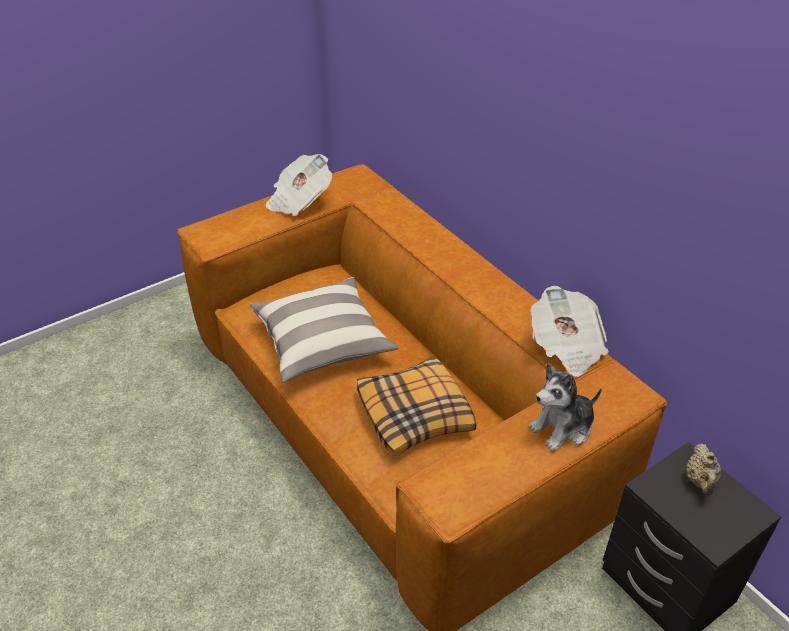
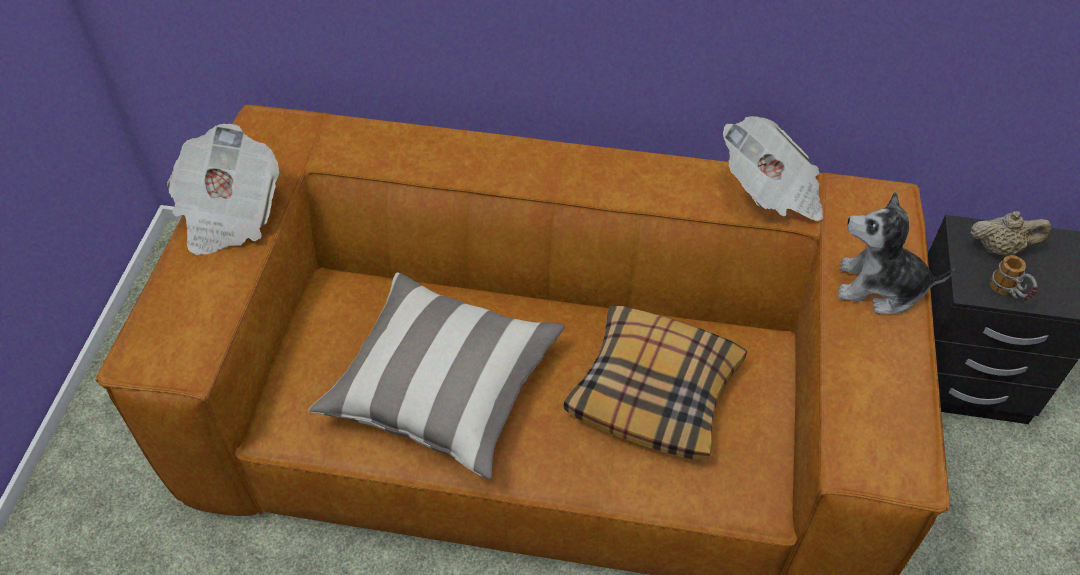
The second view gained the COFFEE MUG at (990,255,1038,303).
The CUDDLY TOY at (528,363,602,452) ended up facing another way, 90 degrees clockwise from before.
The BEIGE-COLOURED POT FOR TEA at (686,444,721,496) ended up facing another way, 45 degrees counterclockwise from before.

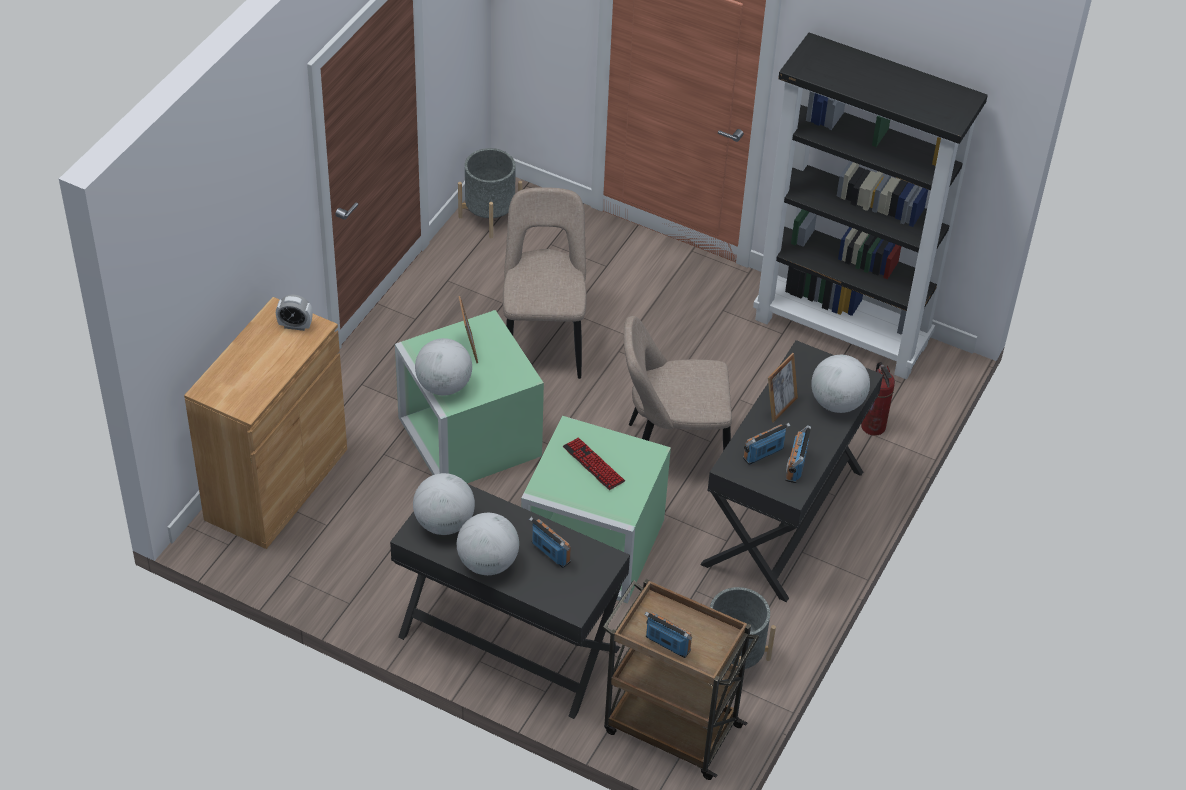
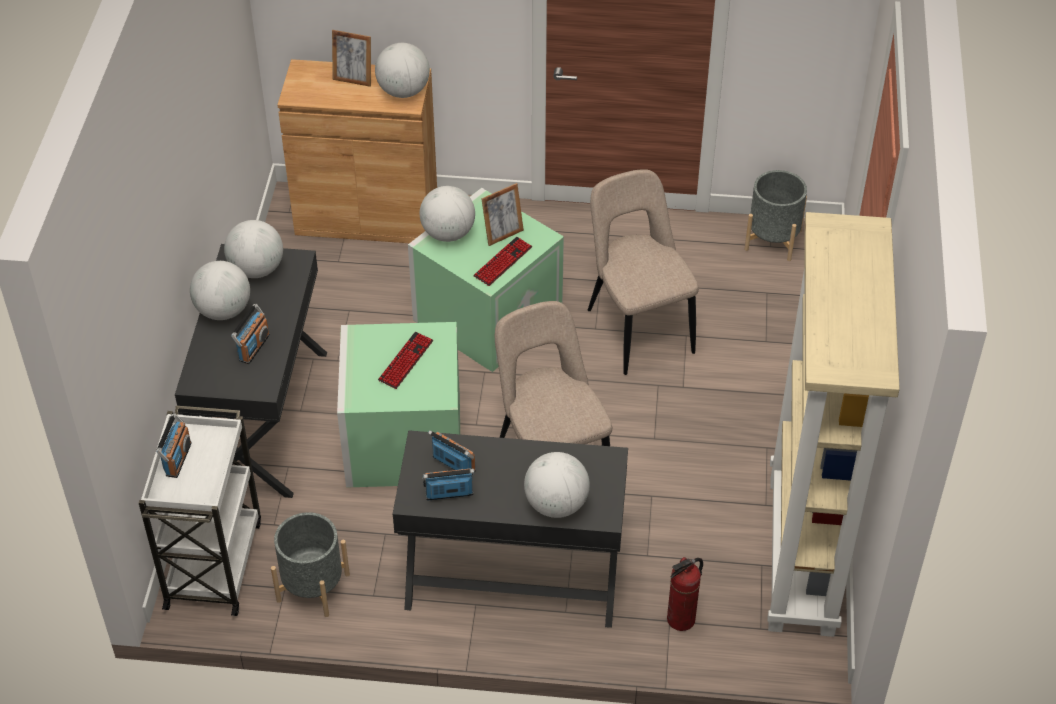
The second view gained the KEYBOARD at (473,237,532,286).
The PHOTO FRAME ended up elsewhere, having gone from (768,353,798,423) to (332,30,371,87).
Where the ALARM CLOCK stood at (276,295,313,331), the DESK GLOBE came to stand at (375,43,430,98).
What was the BROWNISH TROLLEY at (602,578,759,780) turned into the WHITISH TROLLEY at (139,406,261,616).
What was the BLACK BOOKCASE at (753,32,988,379) turned into the BEIGE-COLOURED BOOKCASE at (768,212,900,637).
The BEIGE-COLOURED UPRIGHT CHAIR at (503,187,587,379) ended up facing another way, 90 degrees counterclockwise from before.

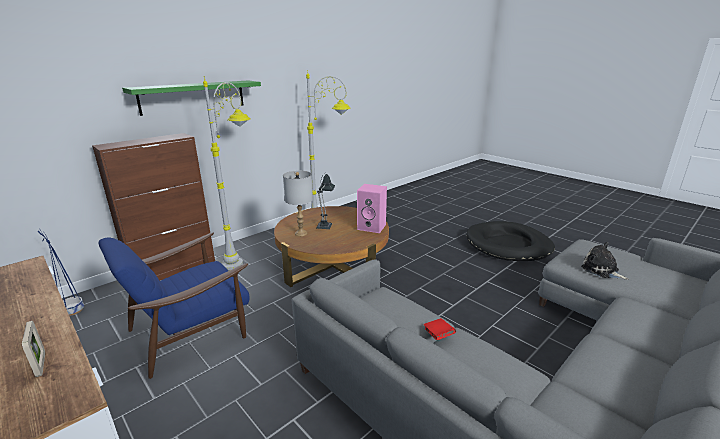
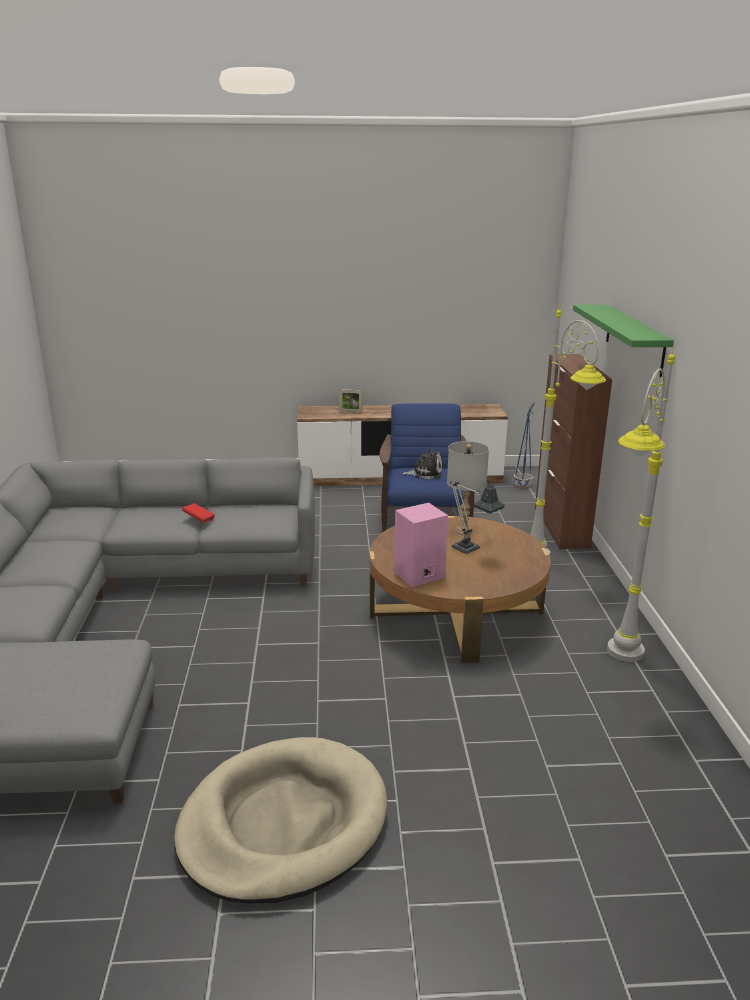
The CUDDLY TOY ended up elsewhere, having gone from (581,242,629,280) to (402,448,442,479).
What was the BLACK DOG BED at (466,221,555,261) turned into the BEIGE-COLOURED DOG BED at (174,737,387,904).

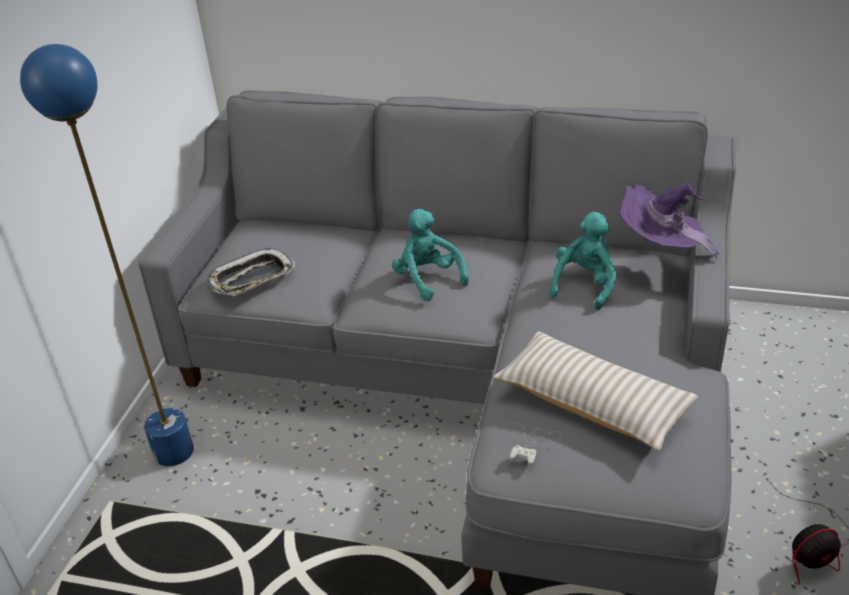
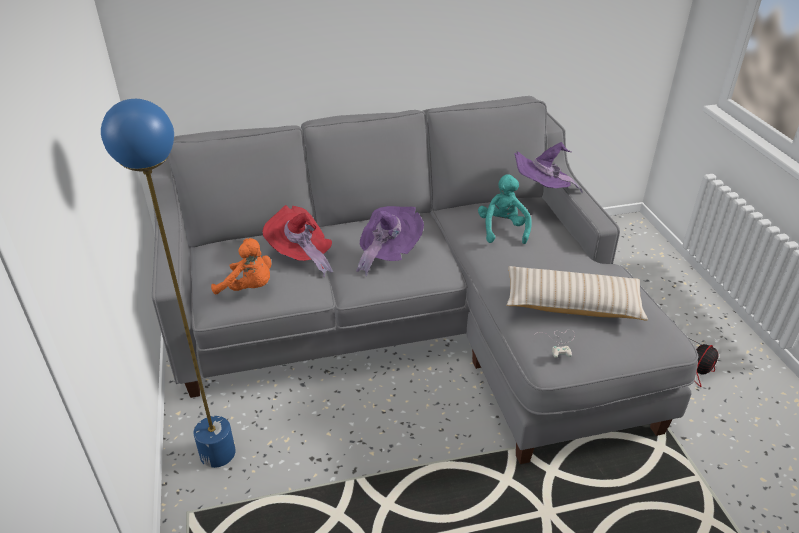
The second view gained the RED-COLOURED WEARABLE HAT at (262,205,333,278).
Where the SERVING TRAY stood at (207,248,295,296), the ORANGEY CUDDLY TOY came to stand at (211,238,272,294).
Where the BLUE-GREEN CUDDLY TOY stood at (392,209,469,301), the PURPLISH WEARABLE HAT came to stand at (356,206,424,276).

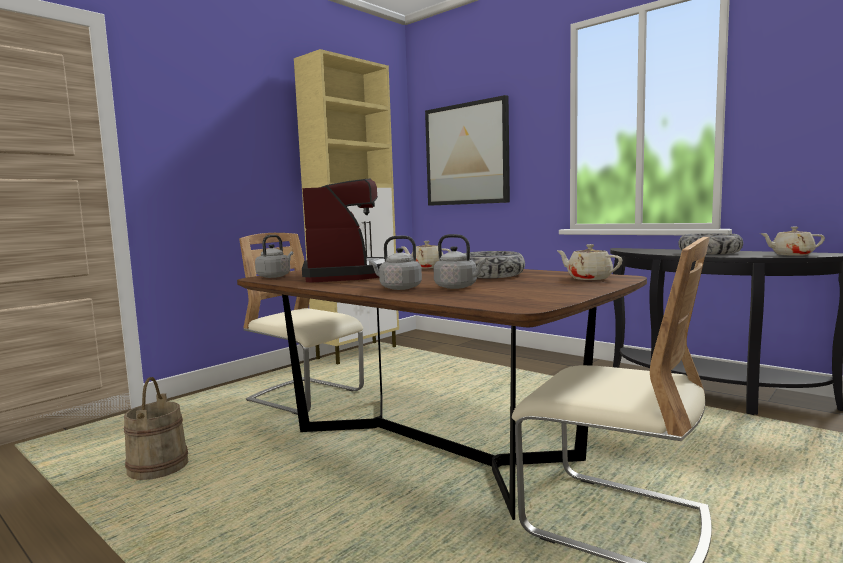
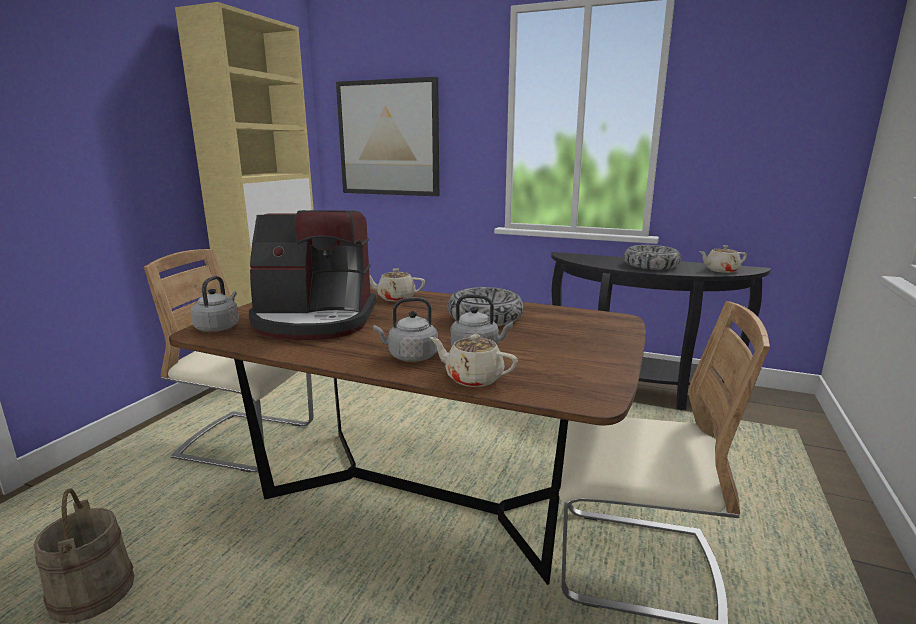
The BEIGE-COLOURED POT FOR TEA ended up elsewhere, having gone from (556,244,623,280) to (430,334,518,387).
The COFFEE MACHINE at (302,179,385,283) ended up facing another way, 120 degrees clockwise from before.

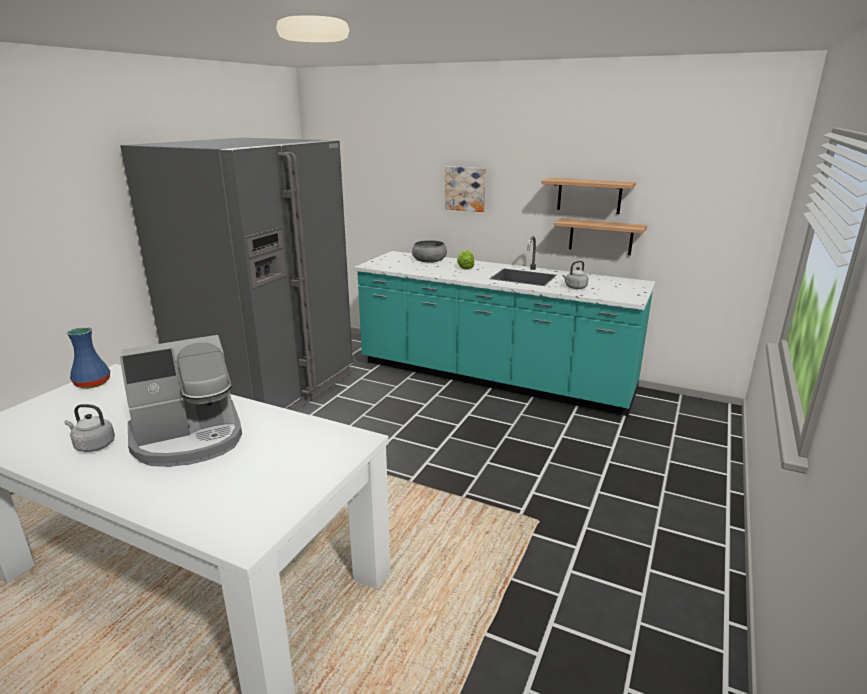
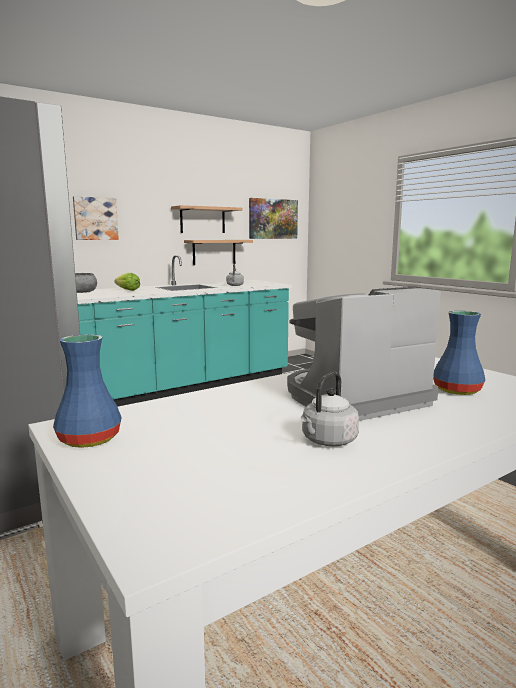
The second view gained the WALL PICTURE at (249,198,298,239).
The second view gained the BLUISH VASE at (433,311,485,395).
The COFFEE MACHINE at (120,335,242,467) ended up facing another way, 120 degrees counterclockwise from before.

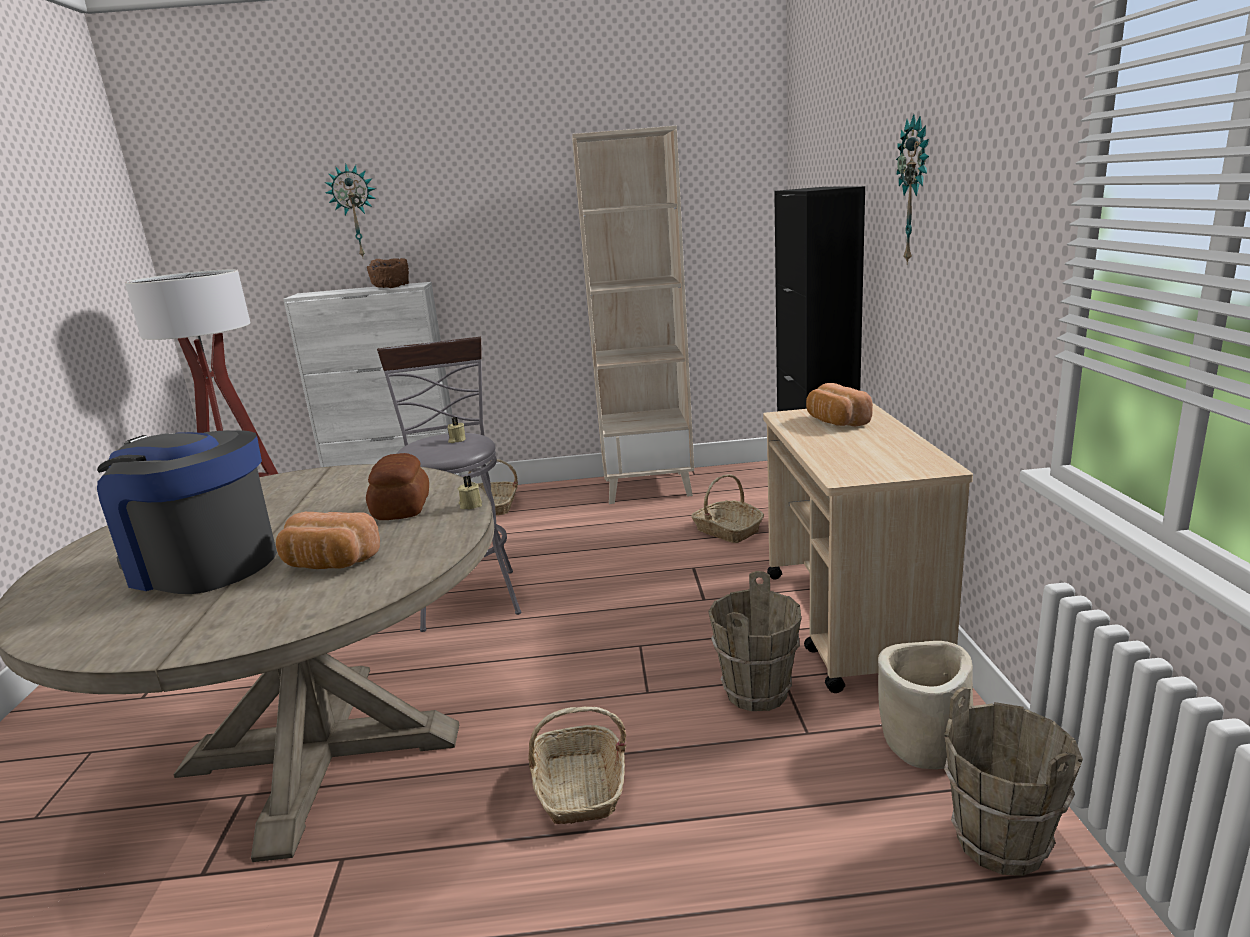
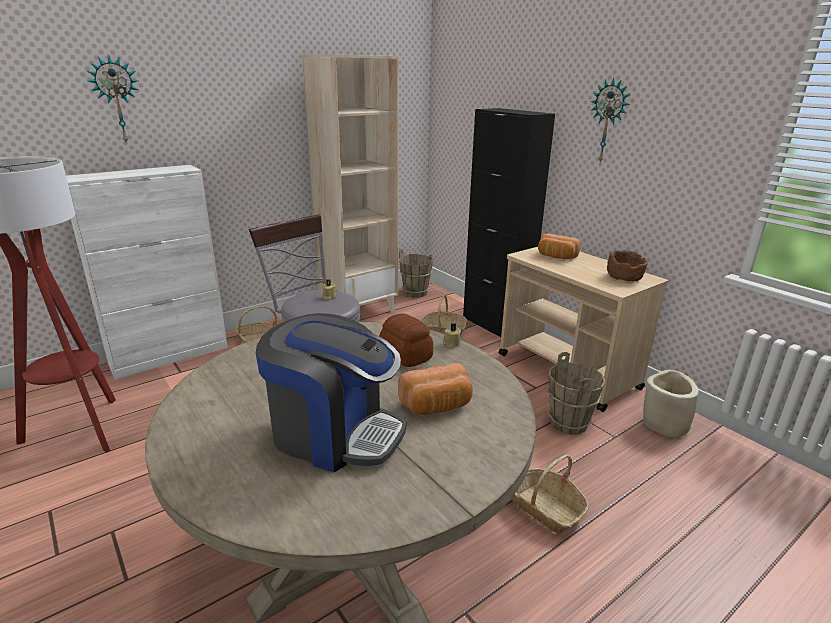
The BROWNISH SERVING BOWL ended up elsewhere, having gone from (367,258,409,288) to (607,250,648,281).
The BROWNISH BUCKET ended up elsewhere, having gone from (944,687,1083,876) to (399,249,434,298).
The COFFEE MACHINE at (97,430,277,594) ended up facing another way, 150 degrees counterclockwise from before.

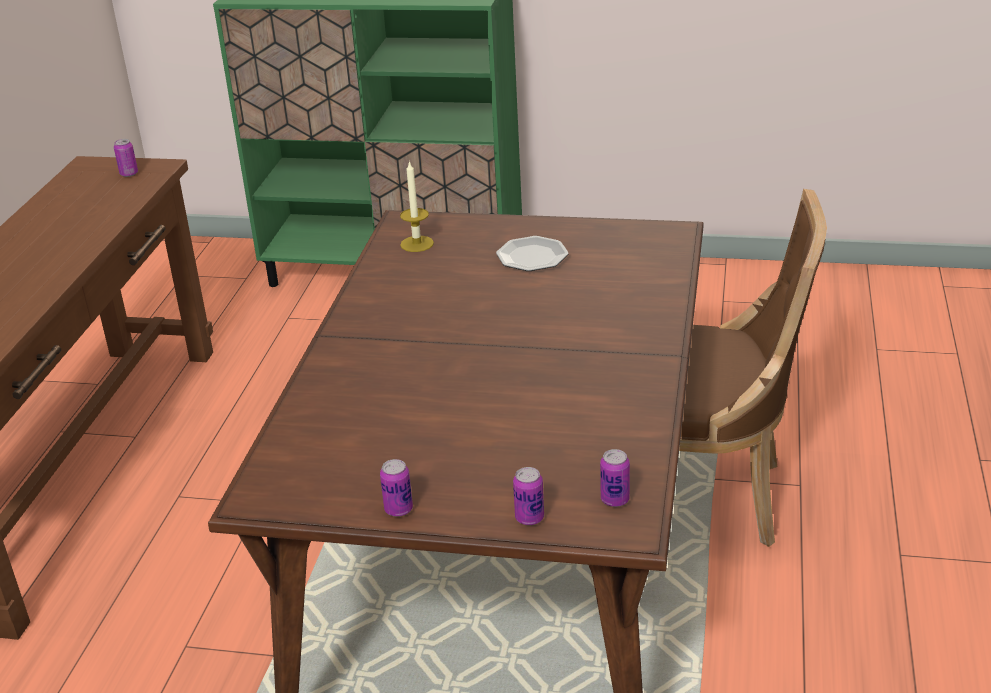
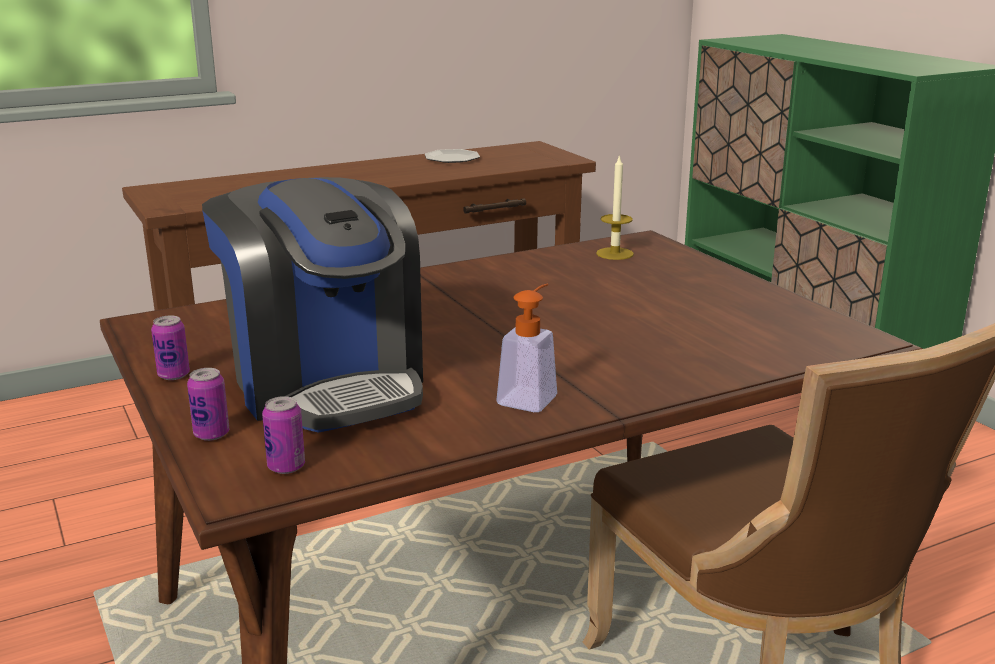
The second view lost the CAN at (114,139,138,177).
The second view gained the COFFEE MACHINE at (202,177,423,433).
The second view gained the SOAP DISPENSER at (496,283,557,412).
The PLATE ended up elsewhere, having gone from (496,236,569,271) to (425,149,480,163).

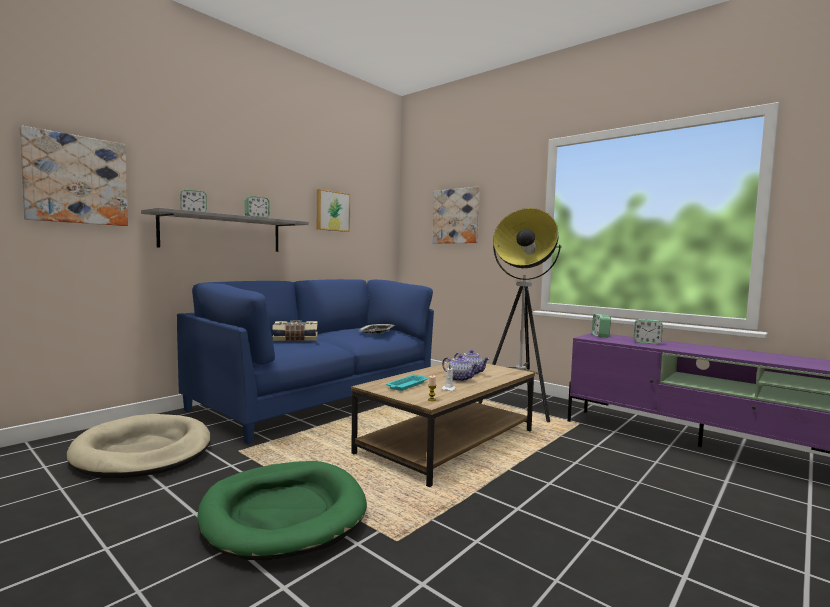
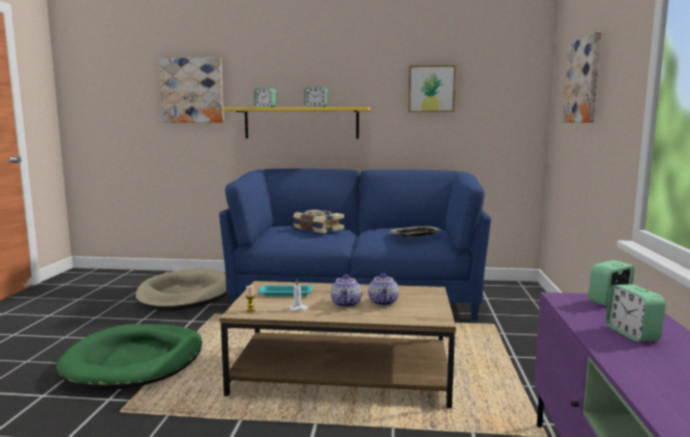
The second view lost the STANDING LAMP at (478,208,562,422).
What was the GREY SHELF at (141,207,309,252) turned into the YELLOWISH SHELF at (222,107,370,139).

